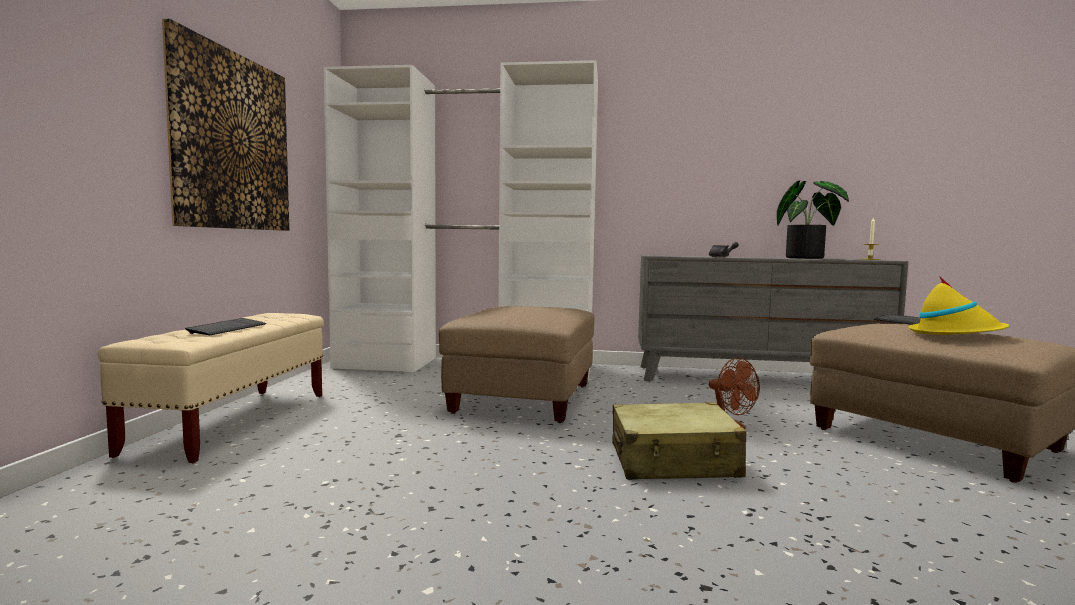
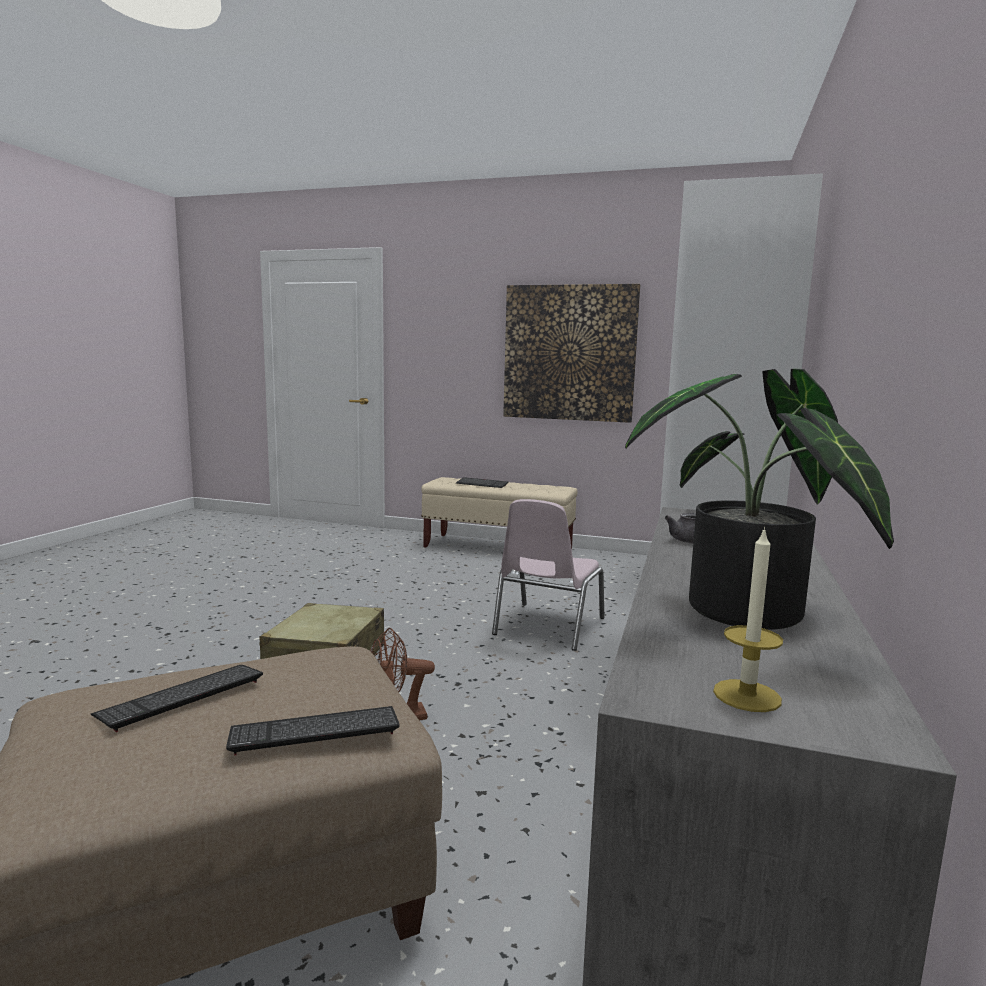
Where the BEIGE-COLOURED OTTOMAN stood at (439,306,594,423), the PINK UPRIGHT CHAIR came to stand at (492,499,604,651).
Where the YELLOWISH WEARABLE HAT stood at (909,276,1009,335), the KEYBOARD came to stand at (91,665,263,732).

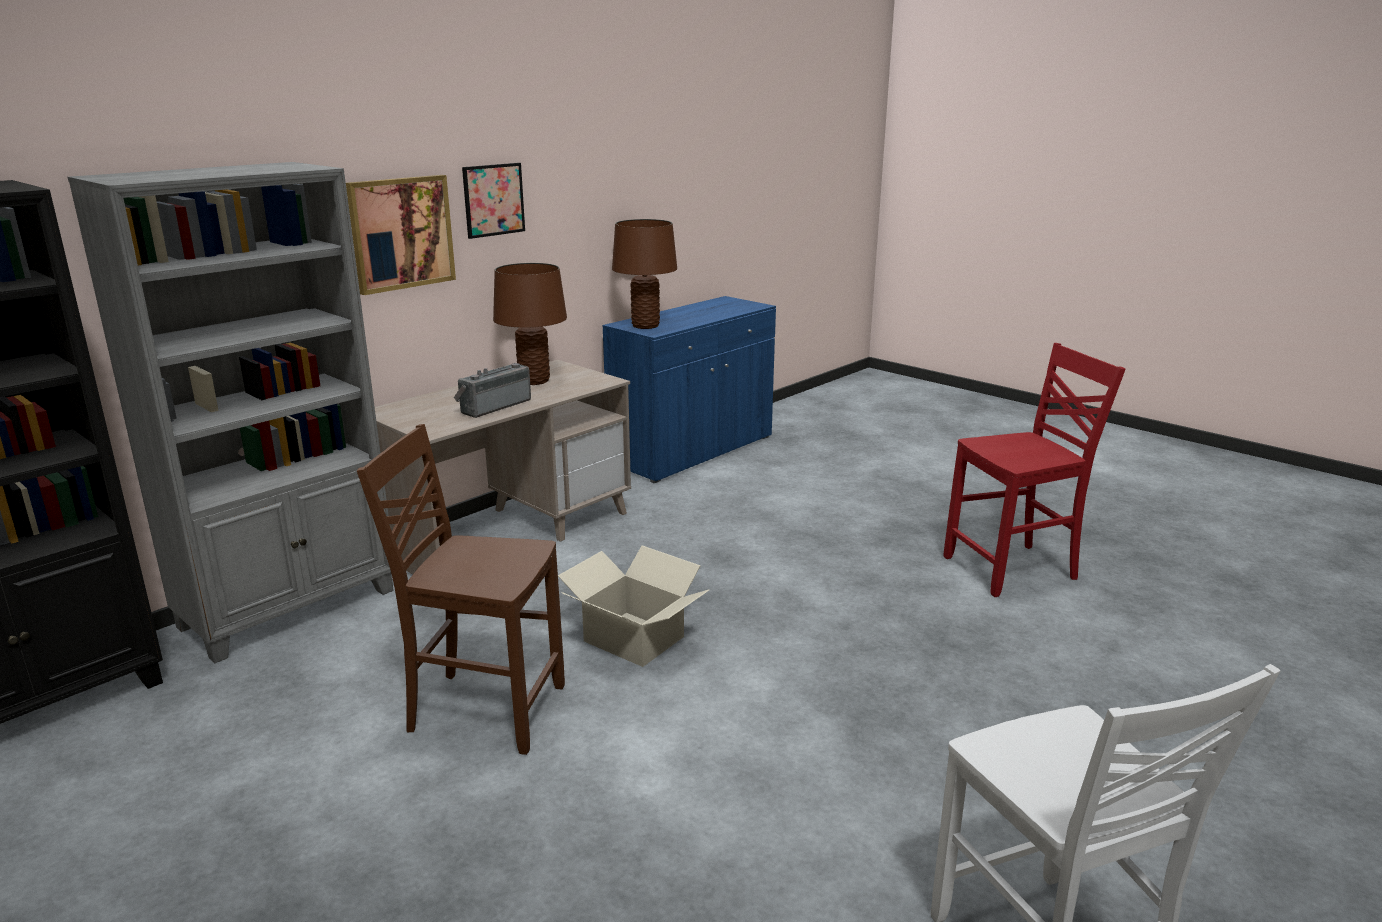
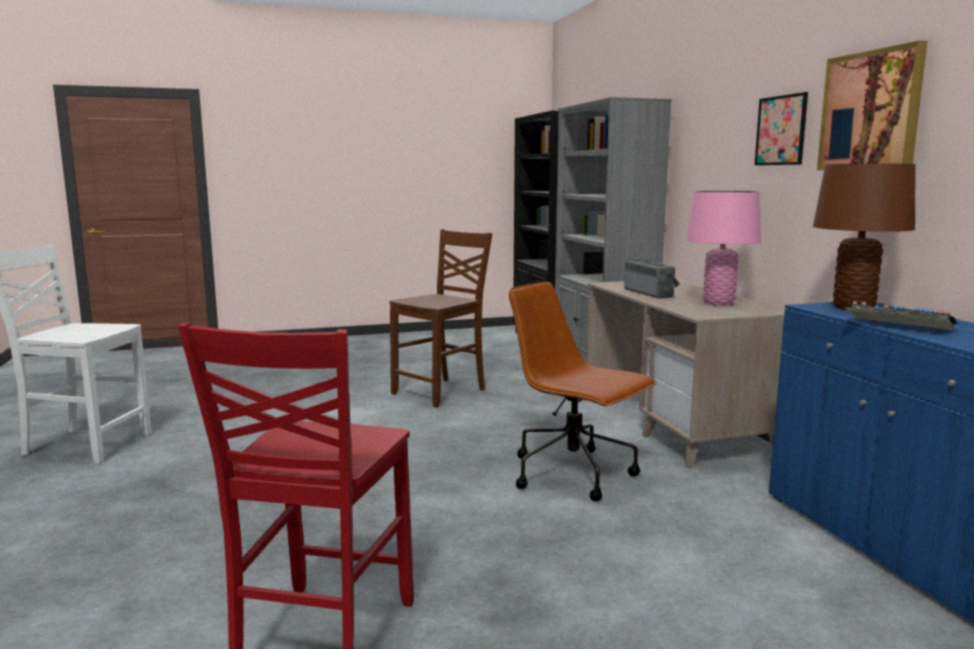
The second view lost the PACKING BOX at (558,545,709,667).
The second view gained the BROWNISH OFFICE CHAIR at (509,282,657,501).
The second view gained the KEYBOARD at (845,301,958,330).
The WALL PICTURE ended up elsewhere, having gone from (346,175,456,295) to (817,40,927,171).
What was the BROWNISH TABLE LAMP at (493,263,567,385) turned into the PINK TABLE LAMP at (686,191,761,306).

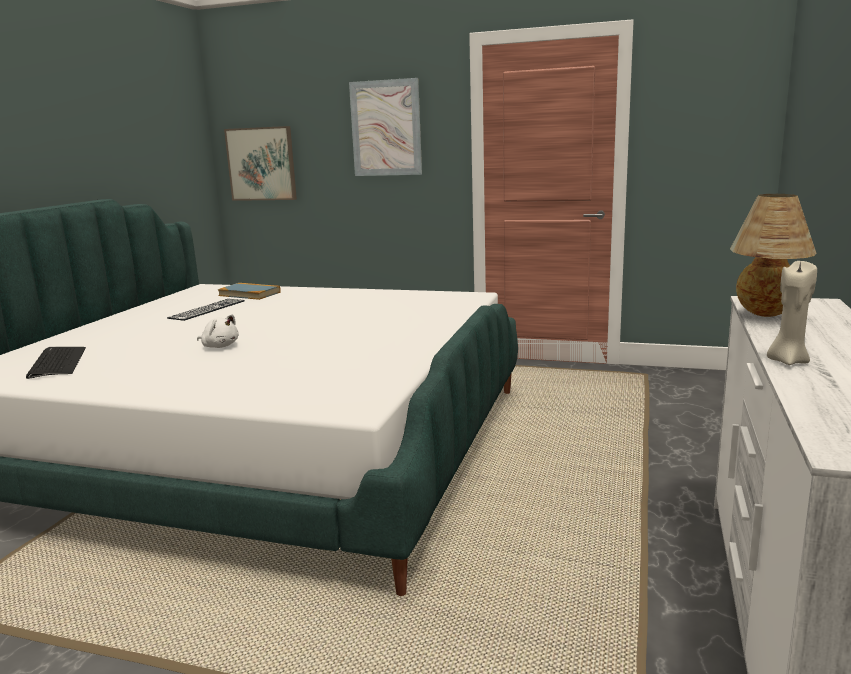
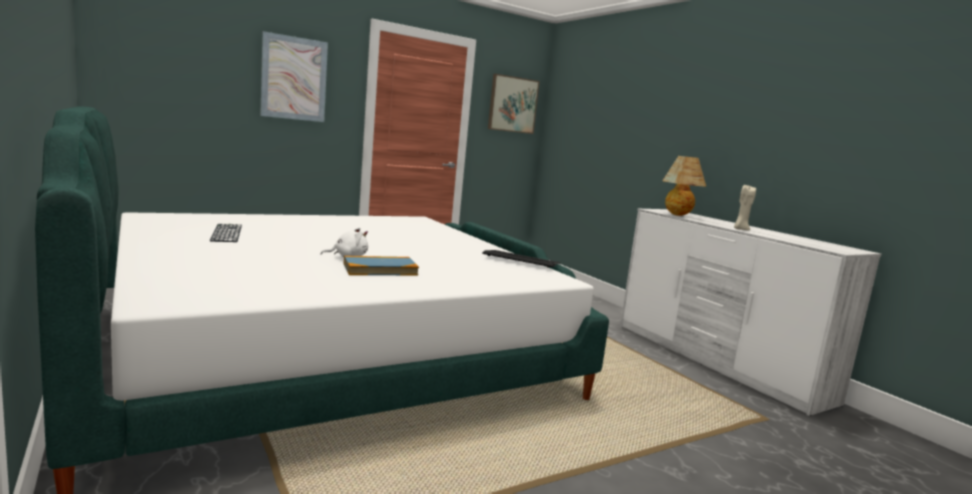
The KEYBOARD ended up elsewhere, having gone from (26,347,86,379) to (482,250,561,268).
The BOUND BOOK ended up elsewhere, having gone from (218,283,281,300) to (344,256,419,275).
The WALL PICTURE ended up elsewhere, having gone from (224,126,297,201) to (488,74,540,134).

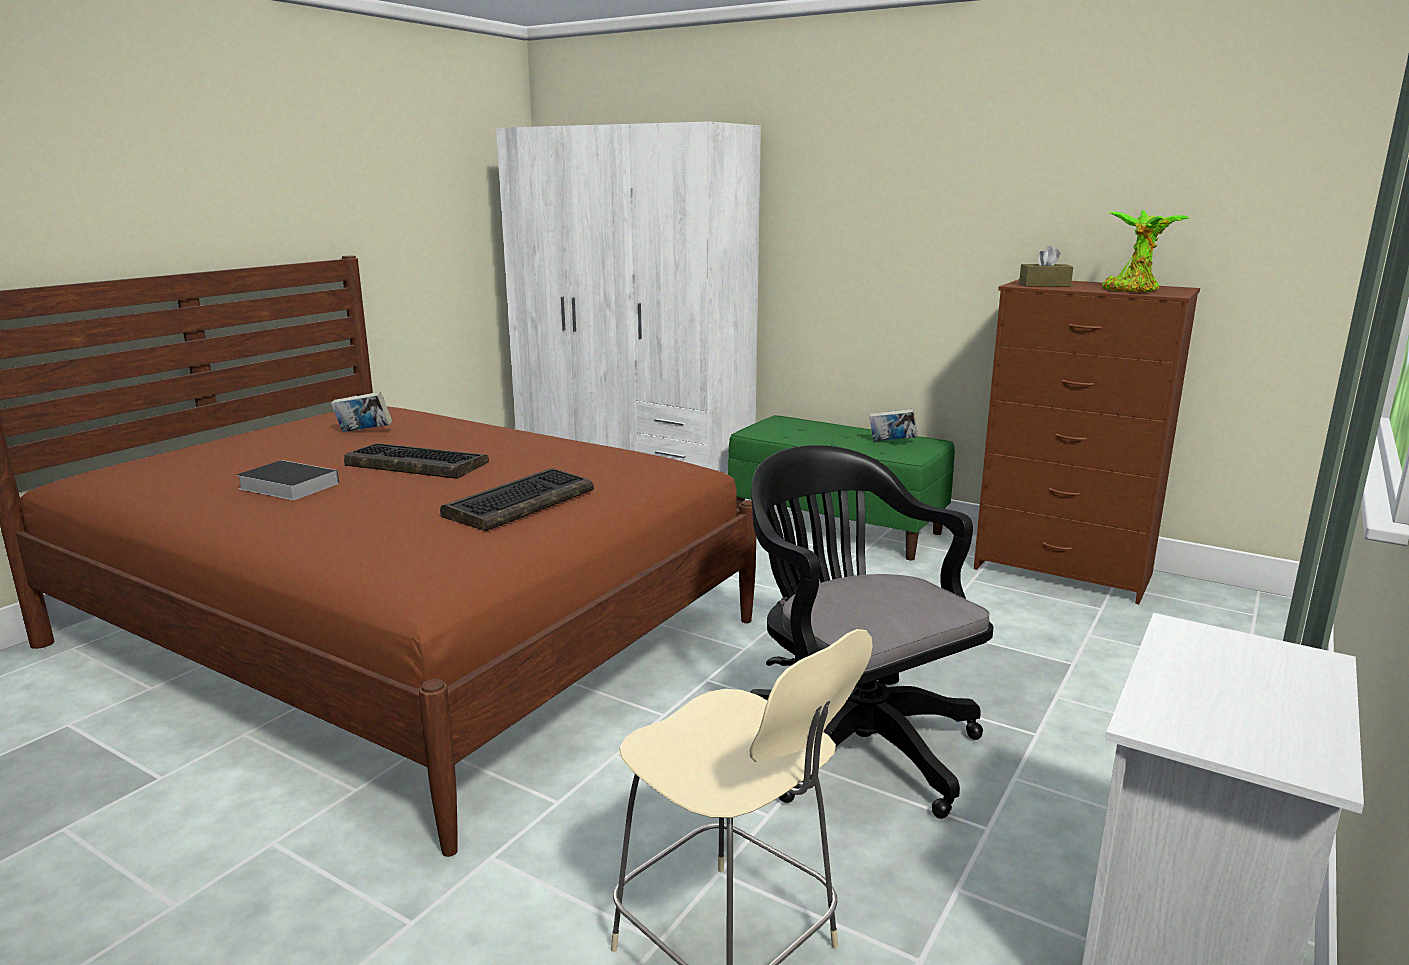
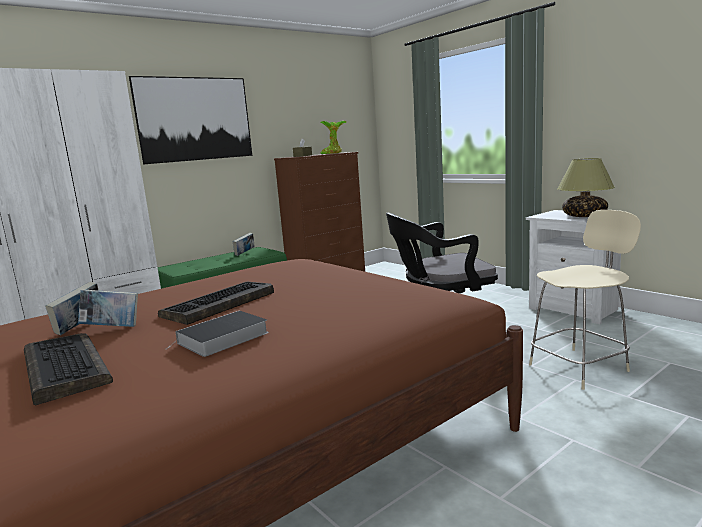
The second view gained the BOUND BOOK at (78,289,138,327).
The second view gained the WALL PICTURE at (129,76,252,164).
The second view gained the TABLE LAMP at (557,158,615,217).
The KEYBOARD ended up elsewhere, having gone from (440,468,594,531) to (24,333,113,406).

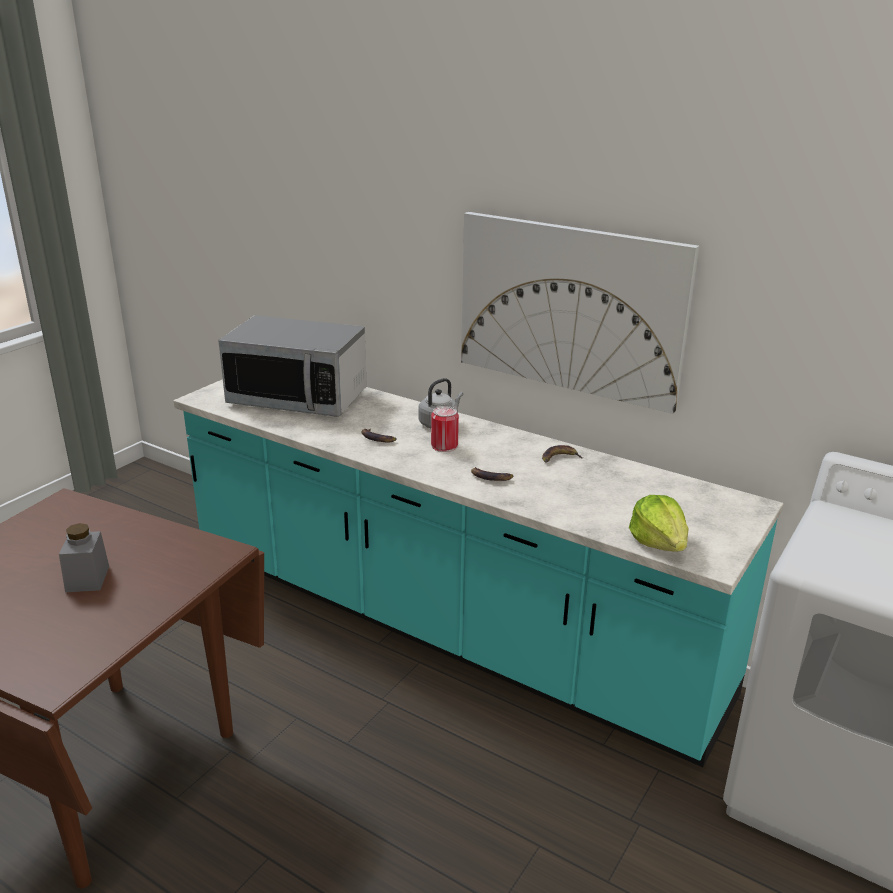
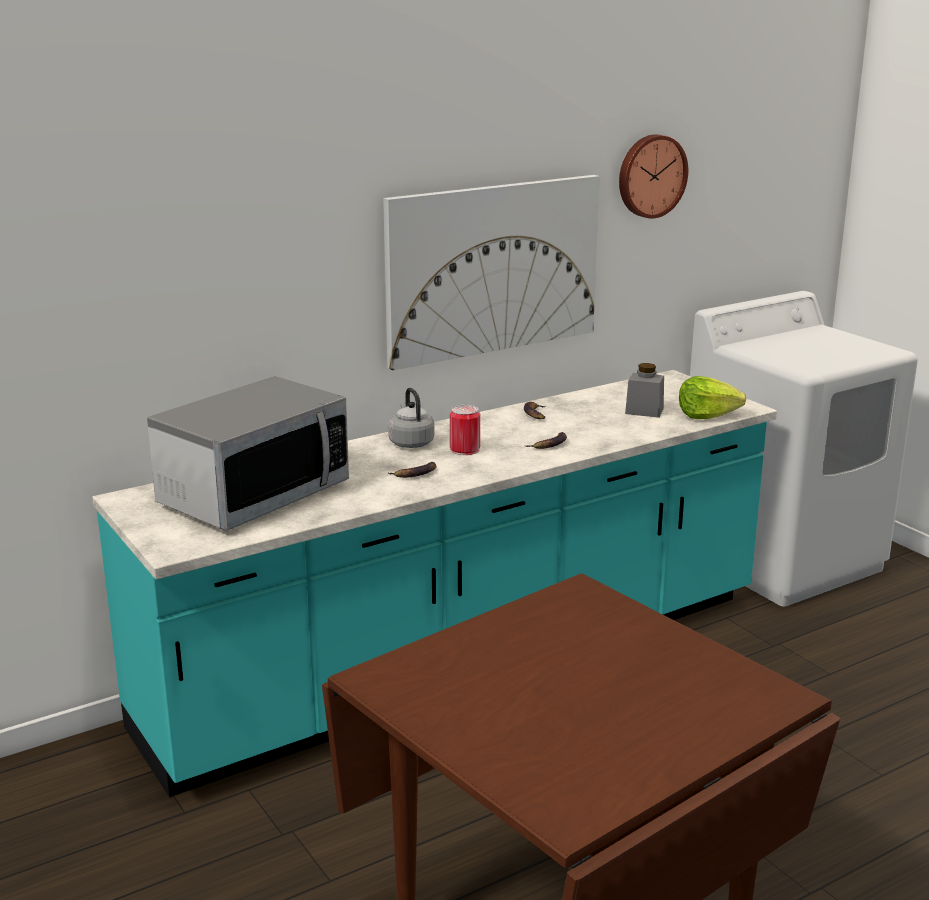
The second view gained the HANGING CLOCK at (619,134,688,219).
The GREY STORAGE JAR ended up elsewhere, having gone from (59,523,109,592) to (625,363,664,418).

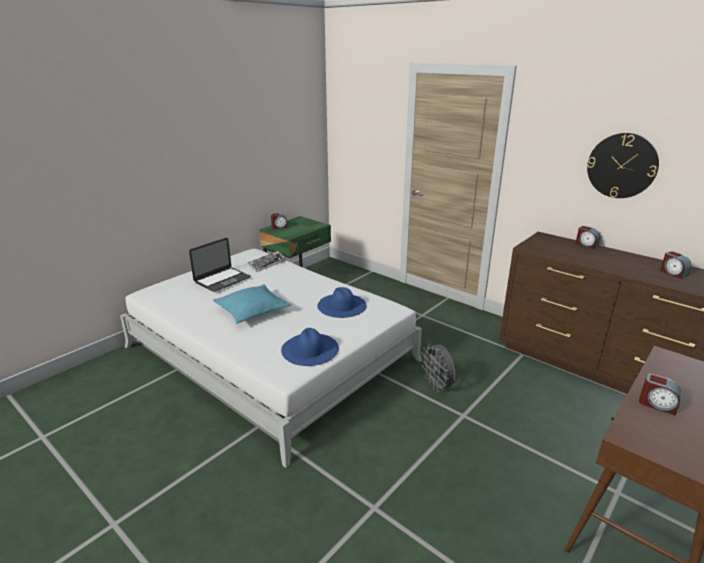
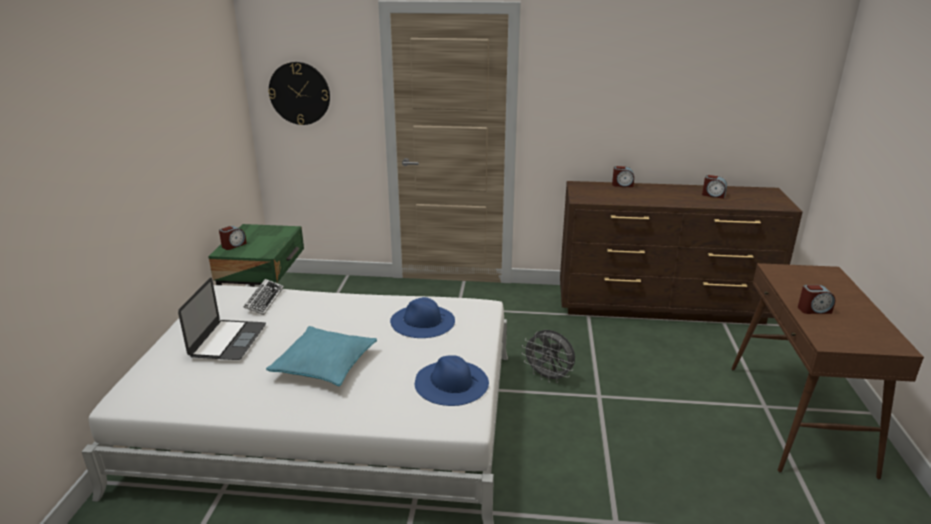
The HANGING CLOCK ended up elsewhere, having gone from (587,133,659,198) to (268,62,330,125).

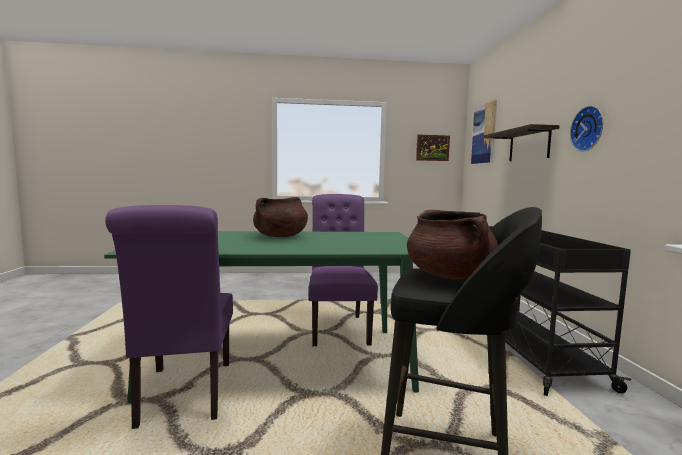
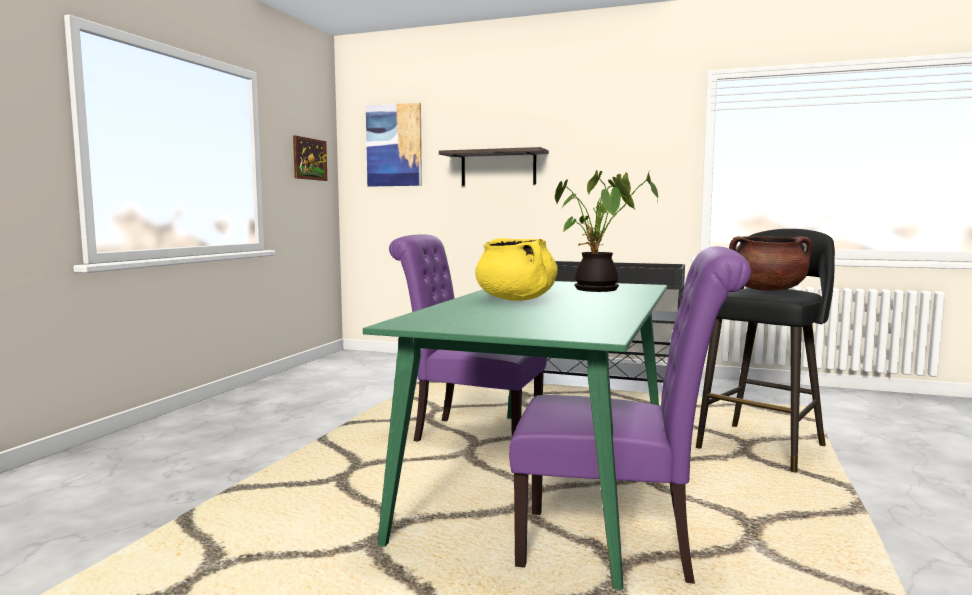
The second view lost the HANGING CLOCK at (570,106,603,152).
The second view gained the POTTED PLANT at (555,170,658,292).
What was the BROWNISH COOKING POT at (253,197,308,237) turned into the YELLOWISH COOKING POT at (475,238,558,301).

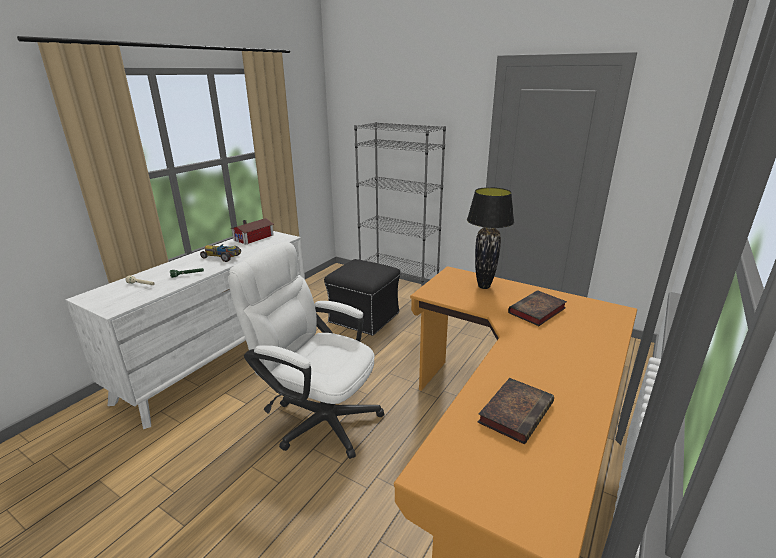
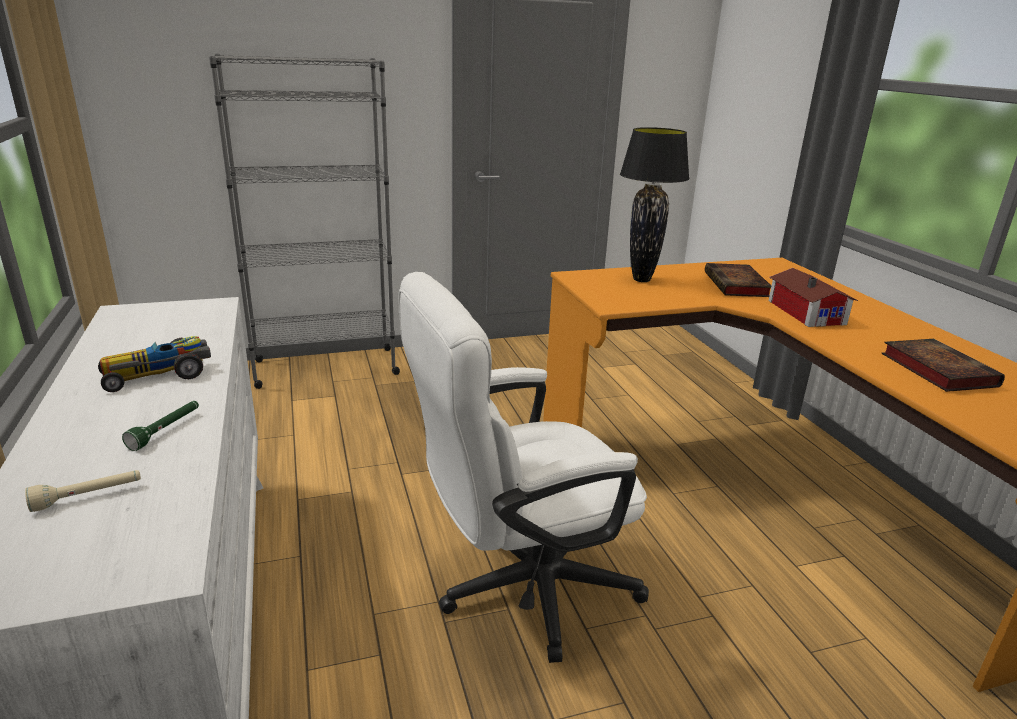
The second view lost the BLACK OTTOMAN at (324,259,400,336).
The TOY HOUSE ended up elsewhere, having gone from (231,218,274,245) to (769,268,858,327).

